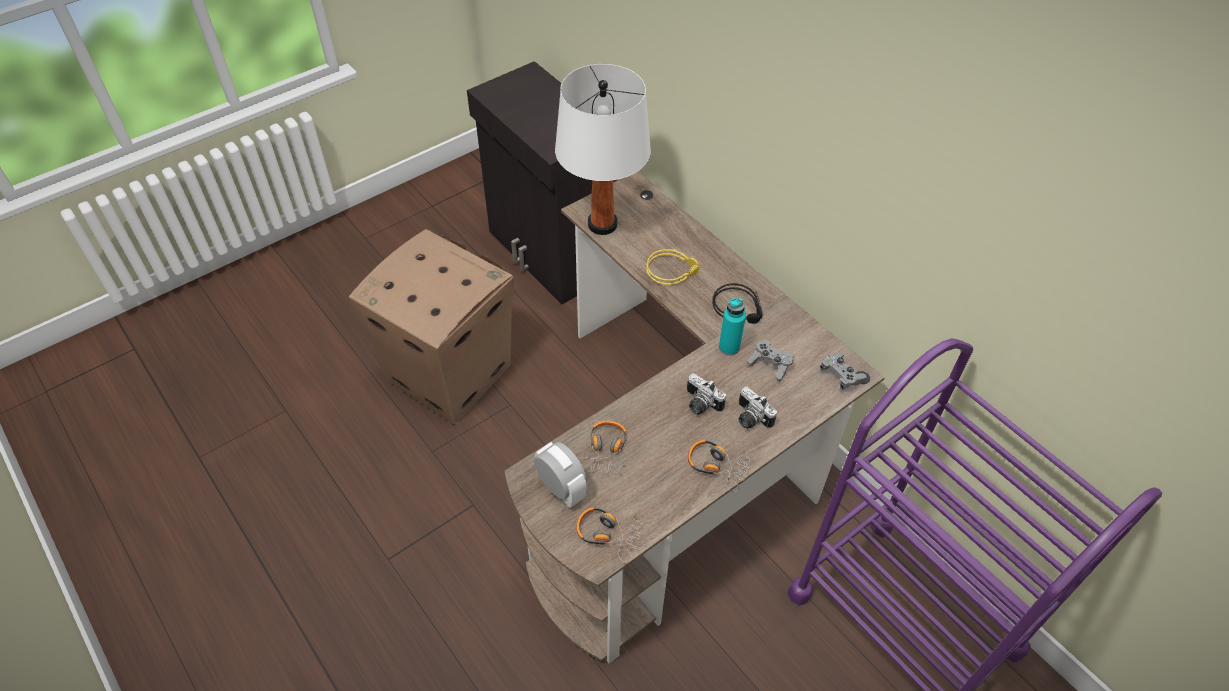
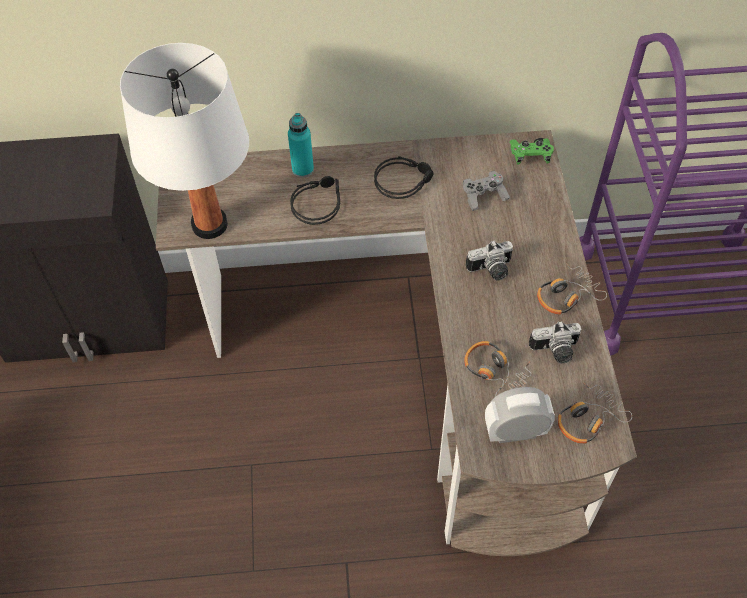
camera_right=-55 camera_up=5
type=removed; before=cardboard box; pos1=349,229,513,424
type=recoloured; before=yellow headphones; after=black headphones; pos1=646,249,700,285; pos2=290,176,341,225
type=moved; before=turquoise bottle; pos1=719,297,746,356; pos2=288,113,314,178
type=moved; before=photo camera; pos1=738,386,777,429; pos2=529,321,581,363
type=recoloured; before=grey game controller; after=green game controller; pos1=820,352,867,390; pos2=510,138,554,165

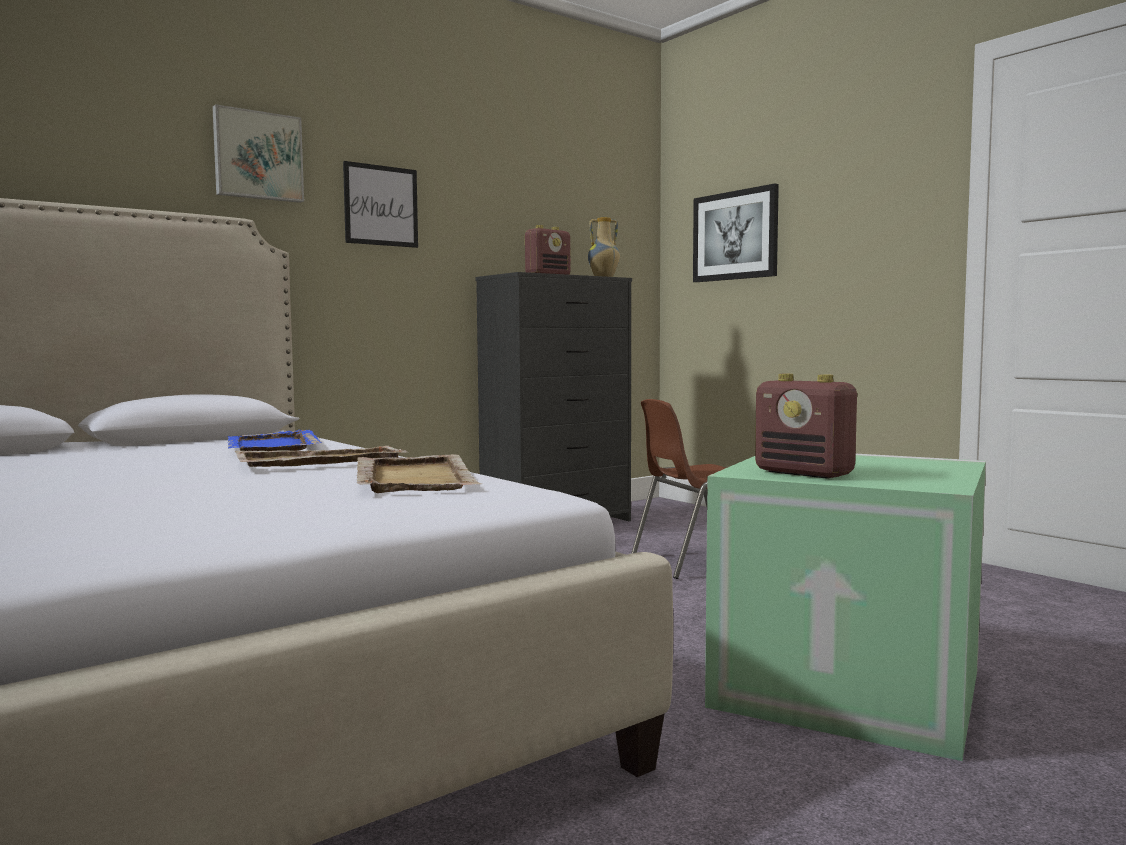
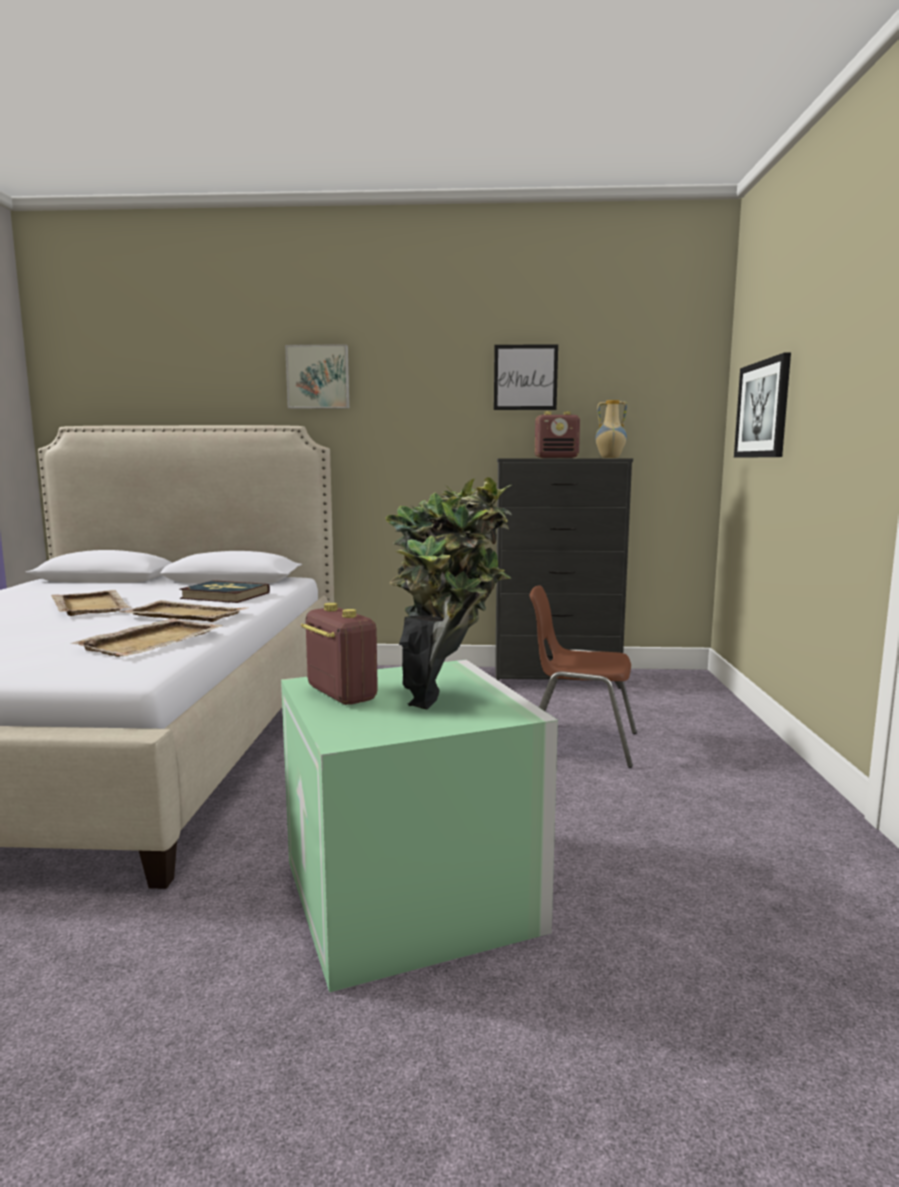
camera_right=40 camera_up=5
type=replaced; before=blue tray; after=book; pos1=228,430,322,451; pos2=179,580,270,603
type=moved; before=picture; pos1=343,161,418,248; pos2=494,344,558,410
type=turned; before=radio; pos1=755,374,857,479; pos2=301,603,378,705; turn=150
type=added; after=beige tray; pos2=51,590,132,616
type=added; after=potted plant; pos2=385,477,512,709

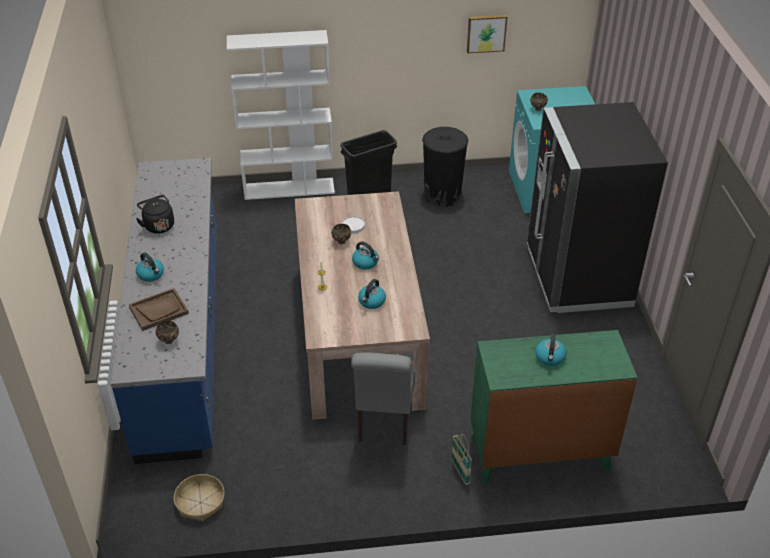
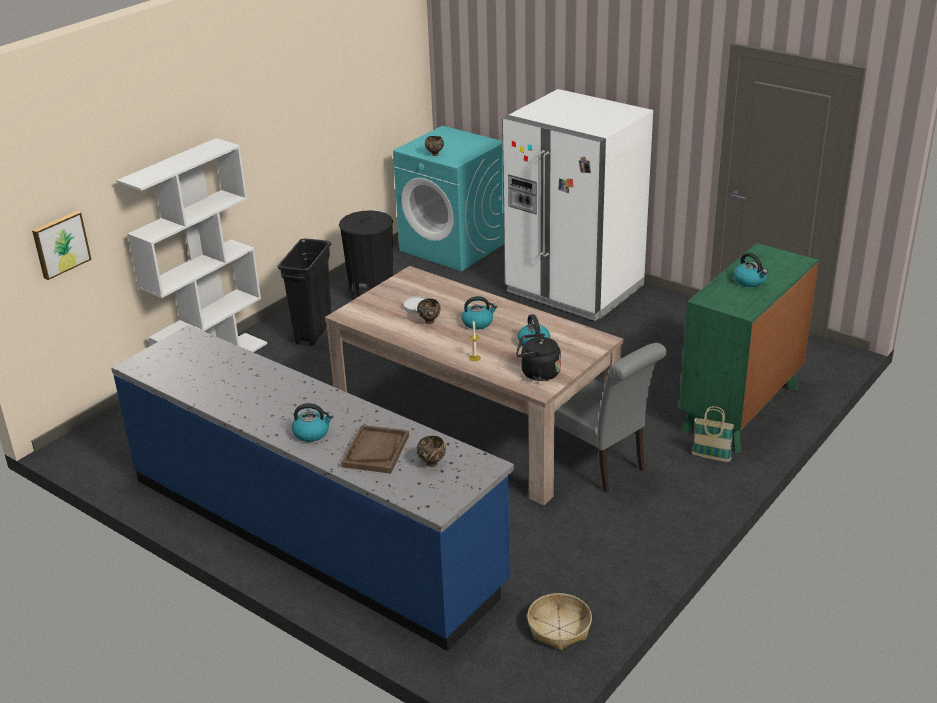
camera_right=-45 camera_up=-10
type=moved; before=black kettle; pos1=136,195,174,234; pos2=516,333,561,381
type=moved; before=picture; pos1=467,15,507,53; pos2=32,211,92,280
type=recoloured; before=black fridge; after=white fridge; pos1=527,102,668,313; pos2=502,89,653,321

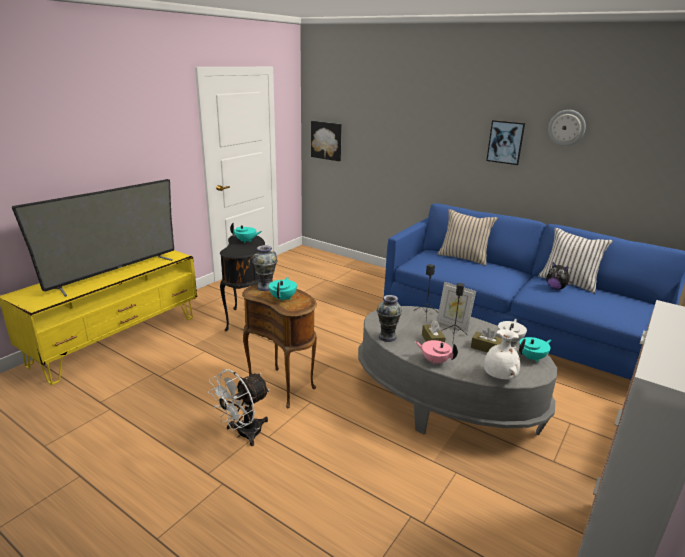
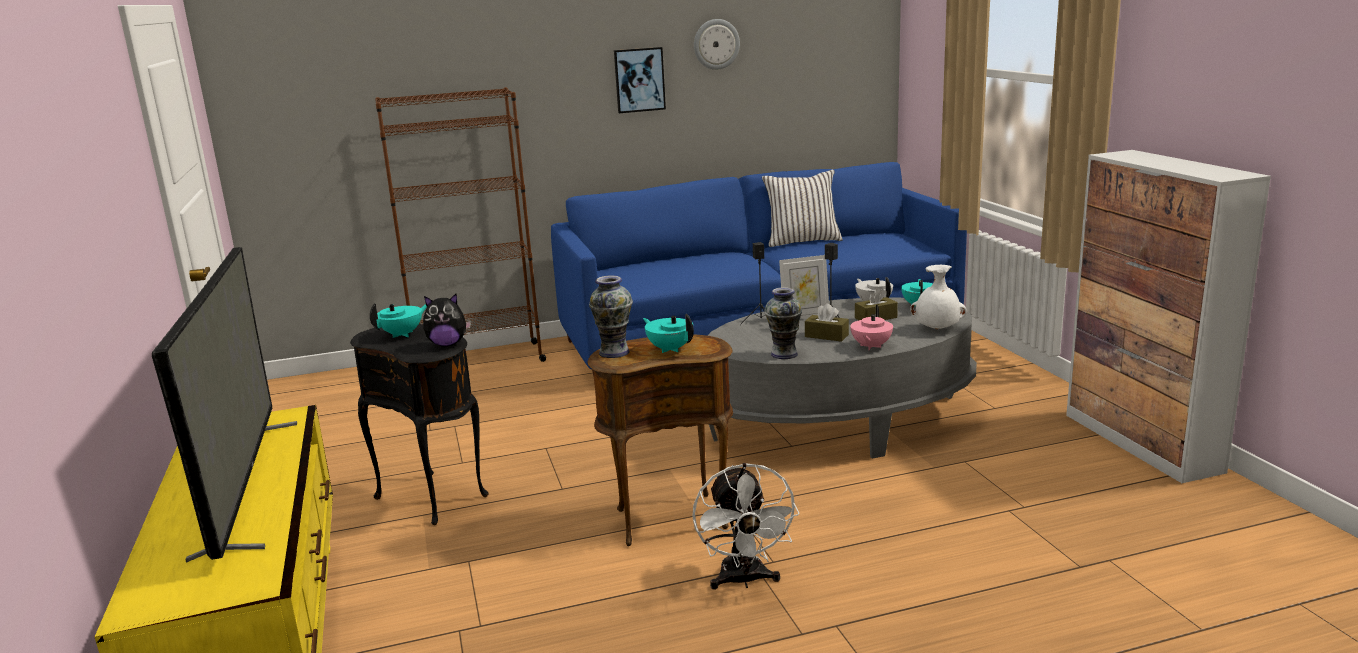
camera_right=-50 camera_up=-5
type=removed; before=picture; pos1=311,121,342,161
type=turned; before=pink teapot; pos1=415,340,458,365; pos2=850,305,893,350; turn=-45
type=removed; before=beige pillow; pos1=438,209,498,266
type=moved; before=plush toy; pos1=546,262,572,290; pos2=423,294,471,346
type=added; after=brown bookcase; pos2=375,87,546,362

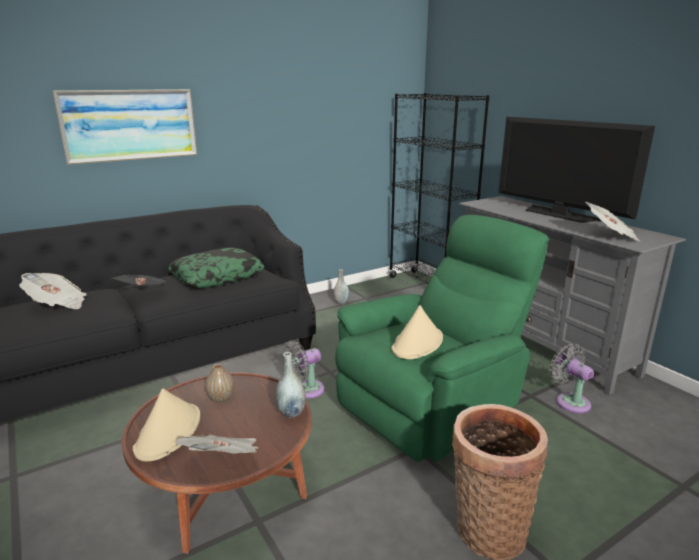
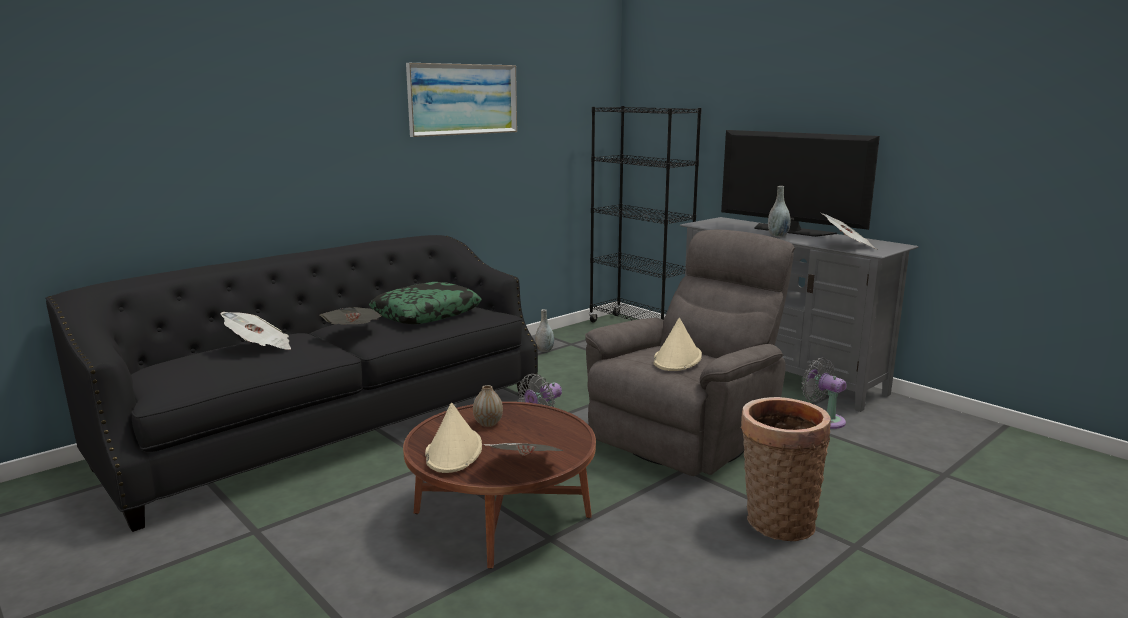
camera_right=-10 camera_up=-5
type=moved; before=picture; pos1=53,89,197,165; pos2=406,63,517,137
type=moved; before=grey vase; pos1=276,352,306,418; pos2=768,186,791,237
type=recoloured; before=green armchair; after=grey armchair; pos1=335,215,550,462; pos2=585,230,795,476

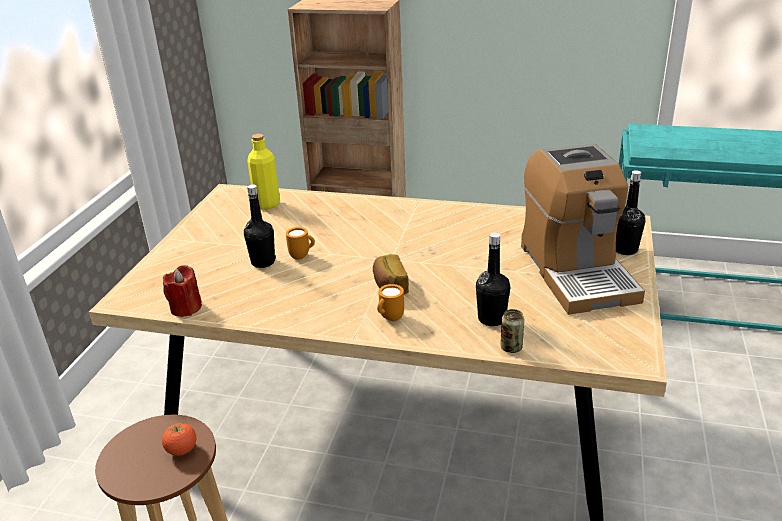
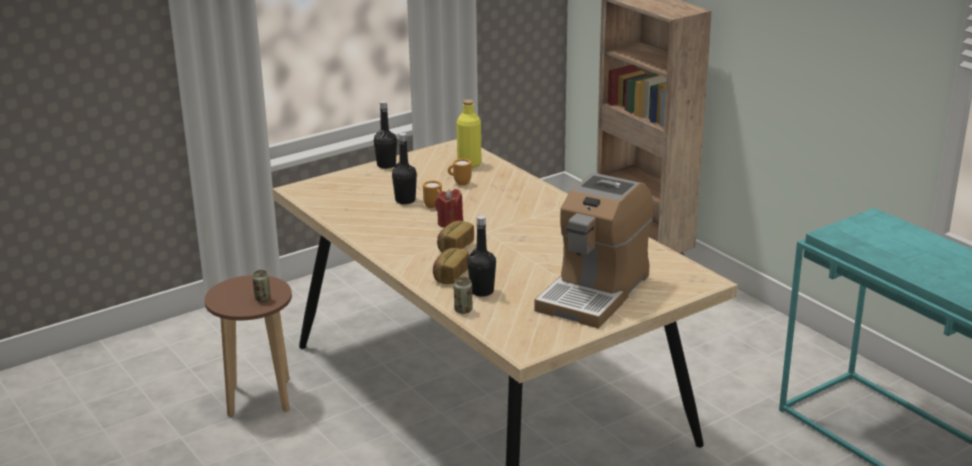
camera_right=40 camera_up=-5
type=replaced; before=tomato; after=can; pos1=162,423,196,456; pos2=252,270,271,302
type=moved; before=red candle; pos1=163,265,202,317; pos2=435,189,463,228
type=moved; before=orange mug; pos1=377,284,404,321; pos2=448,159,471,185
type=moved; before=black bottle; pos1=616,170,645,255; pos2=374,101,397,169
type=added; after=bread; pos2=433,248,469,284

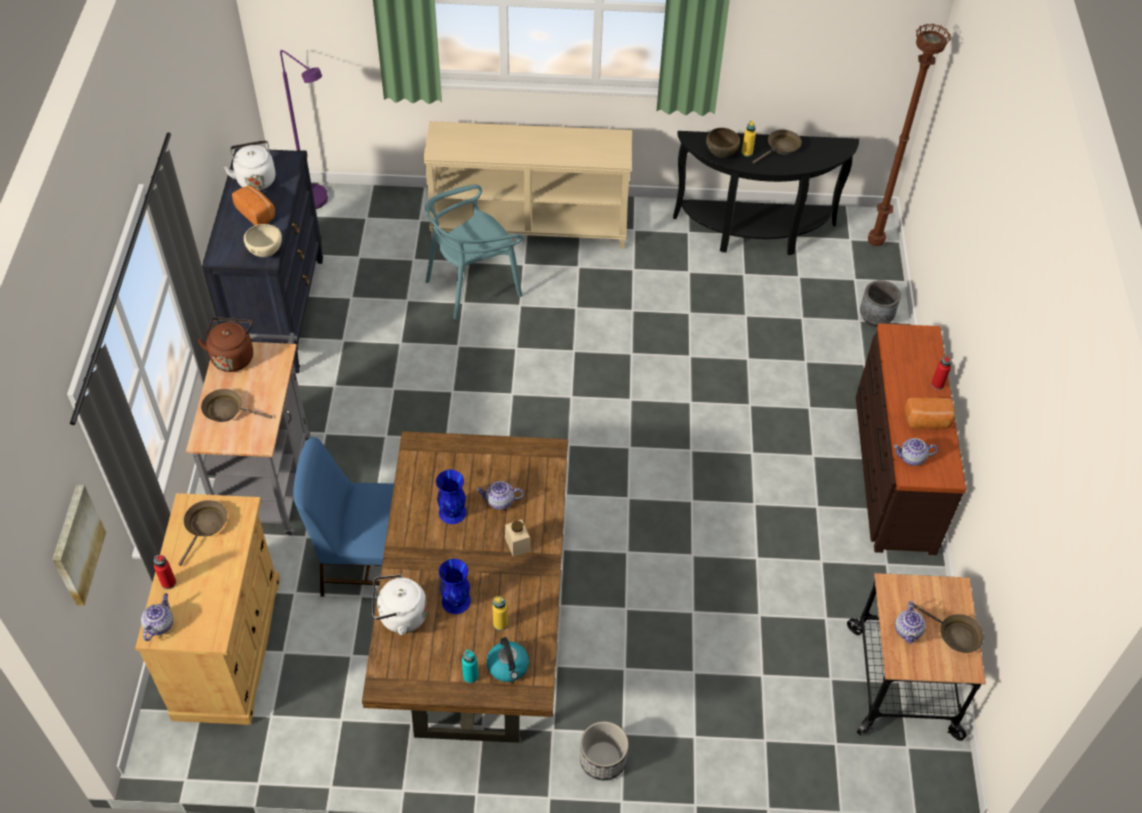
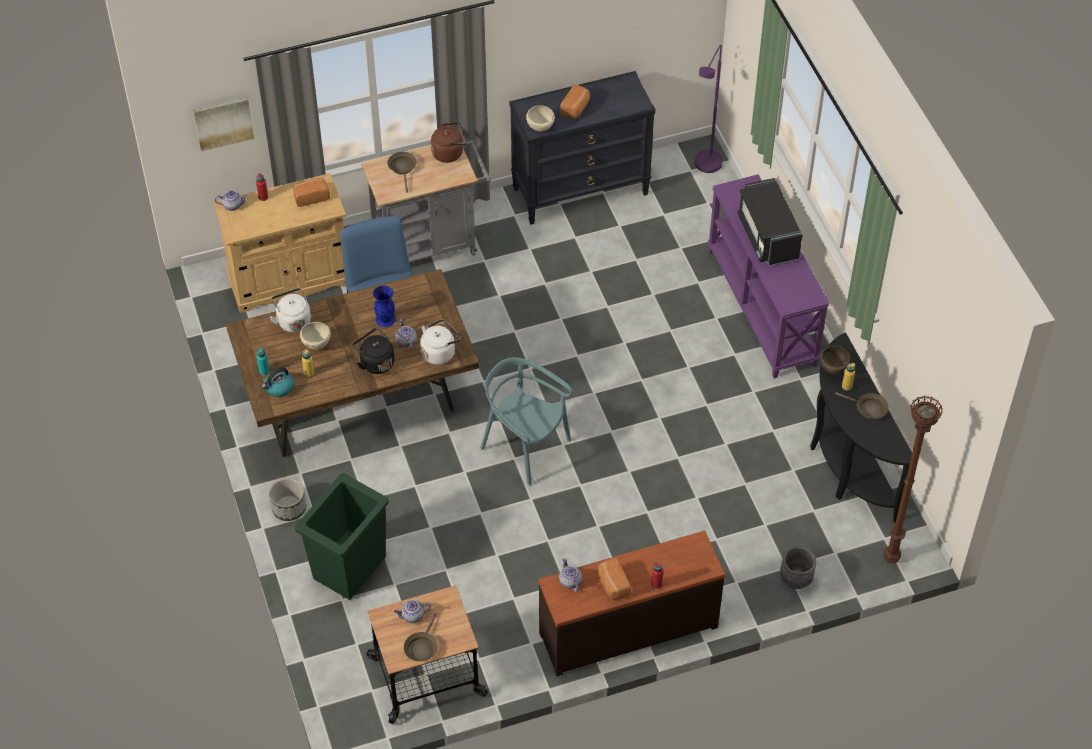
camera_right=70 camera_up=0
type=replaced; before=brown frying pan; after=bread; pos1=178,500,227,566; pos2=293,178,330,207
type=moved; before=white kettle; pos1=224,140,275,191; pos2=420,319,461,365
type=recoloured; before=beige console table; after=purple console table; pos1=423,121,632,249; pos2=707,174,830,378
type=moved; before=turquoise chair; pos1=425,184,523,319; pos2=481,357,573,486
type=replaced; before=blue vase; after=beige bowl; pos1=439,559,471,614; pos2=300,322,331,350
type=replaced; before=beige jar; after=black kettle; pos1=505,519,531,557; pos2=352,328,394,374
type=added; after=green trash can; pos2=295,473,389,600
type=added; after=black microwave; pos2=737,178,802,266

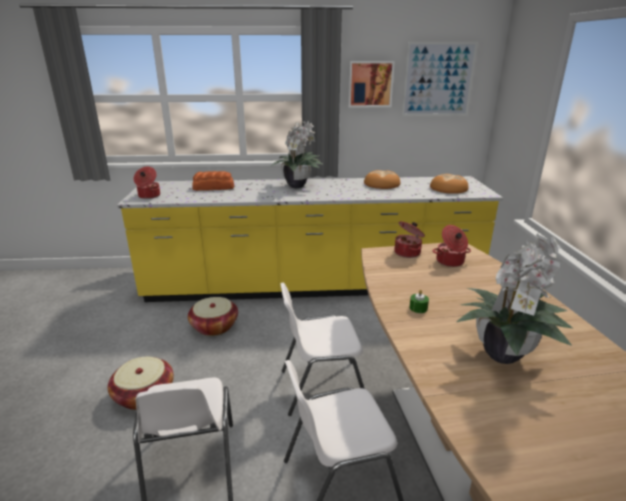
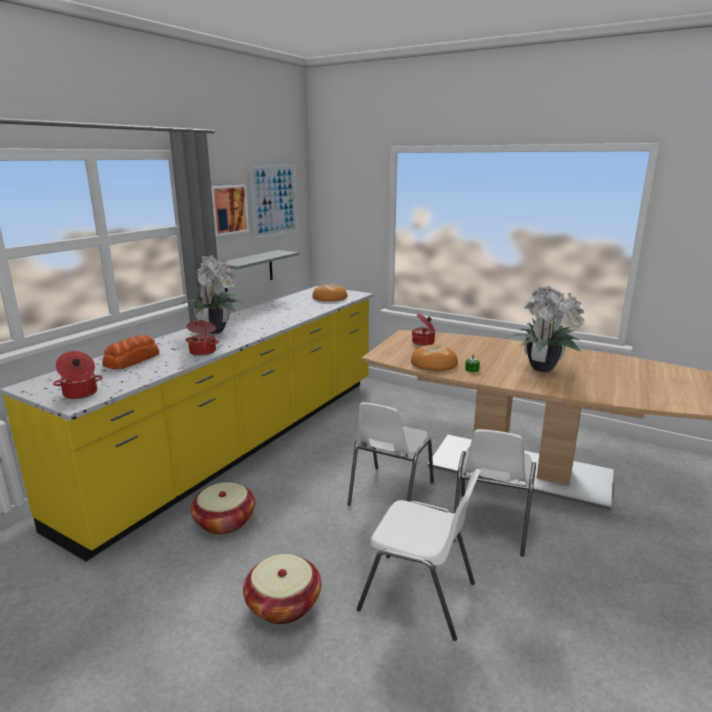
camera_right=-55 camera_up=-5
type=moved; before=bread; pos1=364,170,400,189; pos2=411,345,458,371
type=moved; before=cooking pot; pos1=394,221,425,258; pos2=185,320,219,356
type=added; after=grey shelf; pos2=219,250,299,291

